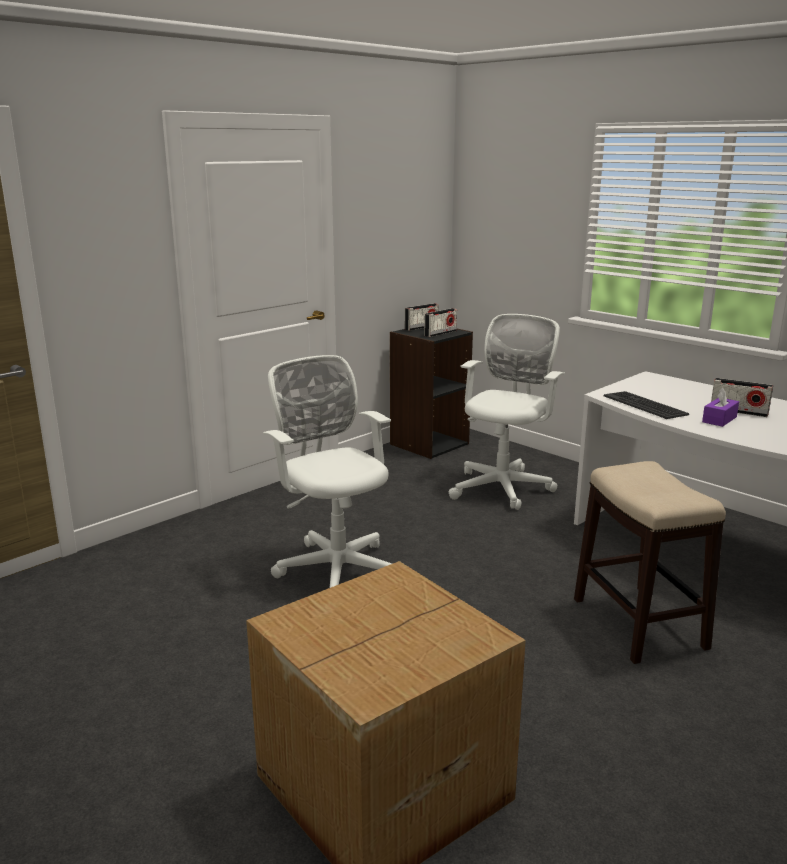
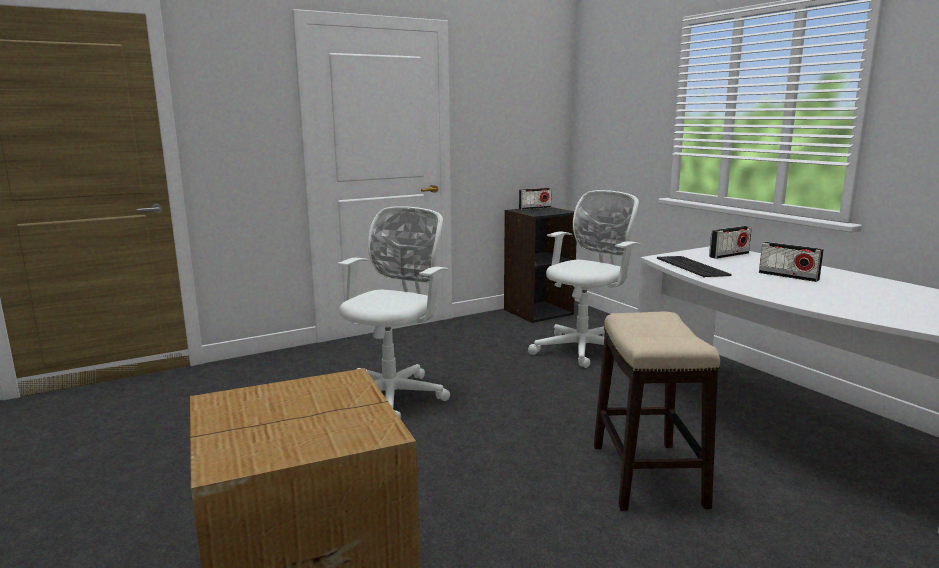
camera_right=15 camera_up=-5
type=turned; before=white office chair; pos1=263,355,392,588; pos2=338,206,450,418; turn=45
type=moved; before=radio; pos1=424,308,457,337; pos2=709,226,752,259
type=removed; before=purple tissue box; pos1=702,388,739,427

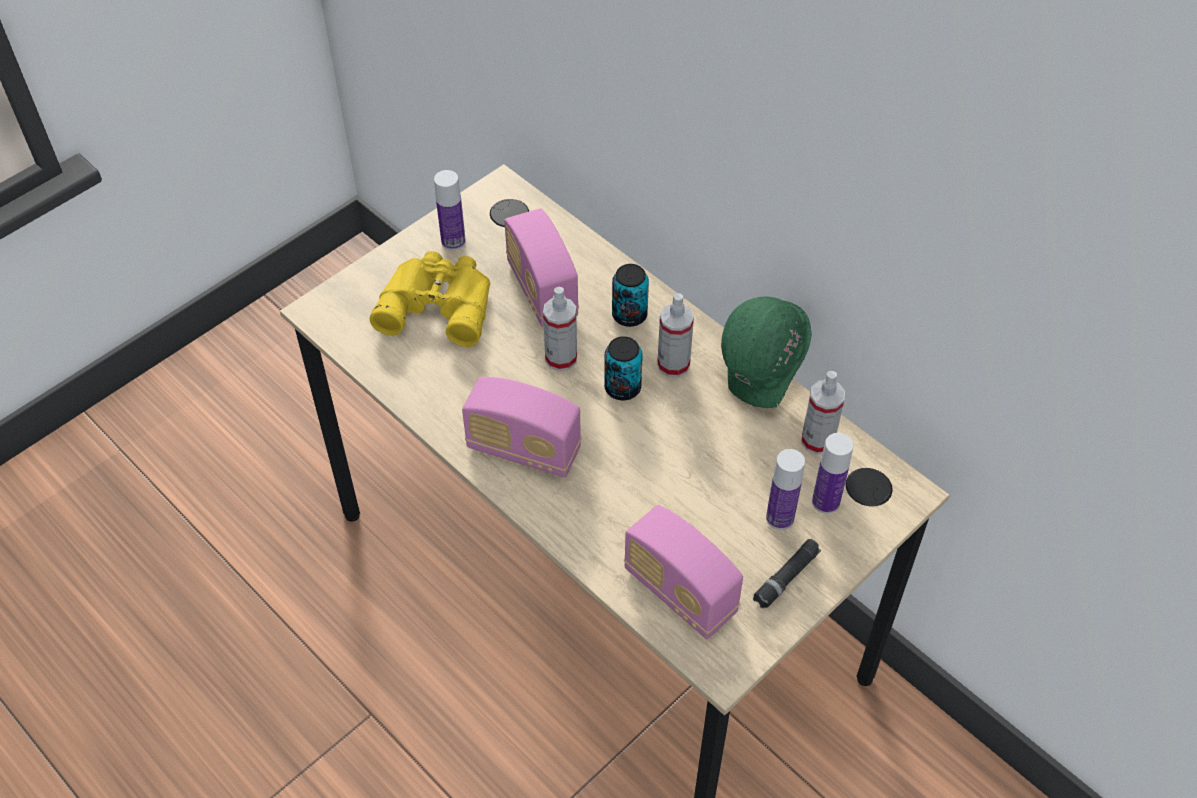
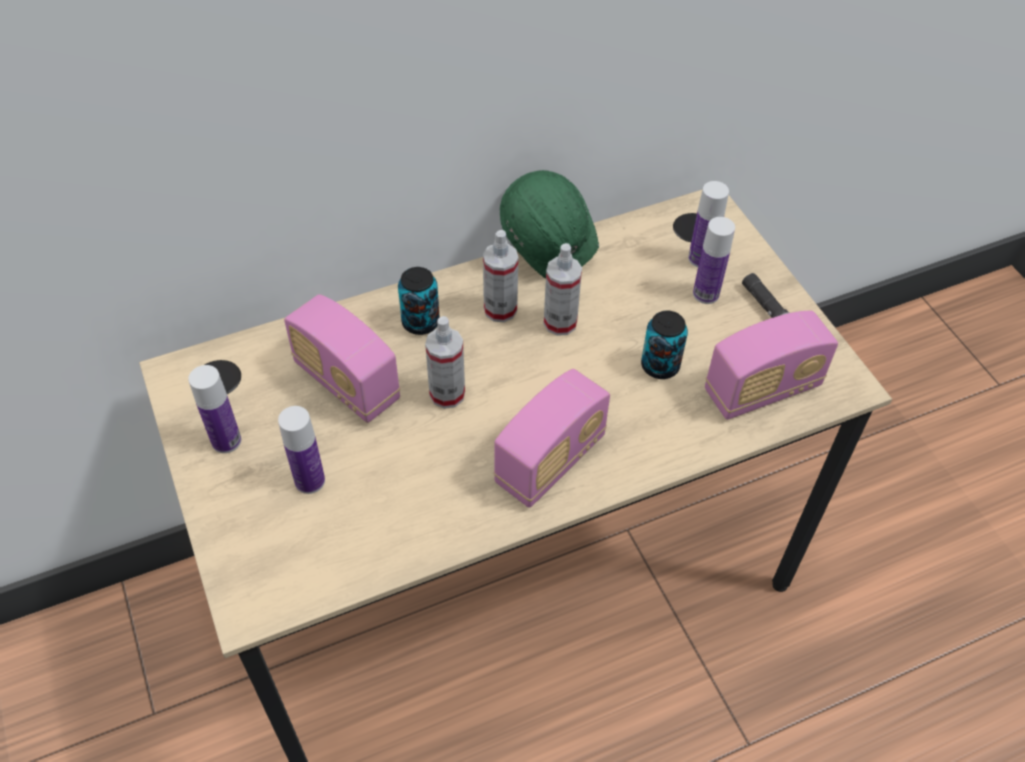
camera_right=-70 camera_up=0
type=replaced; before=yellow binoculars; after=bottle; pos1=370,251,491,347; pos2=278,406,325,494
type=turned; before=radio; pos1=504,208,579,327; pos2=284,294,400,423; turn=45
type=moved; before=can; pos1=604,336,643,400; pos2=641,311,688,379
type=moved; before=spray bottle; pos1=801,371,845,455; pos2=544,243,582,336

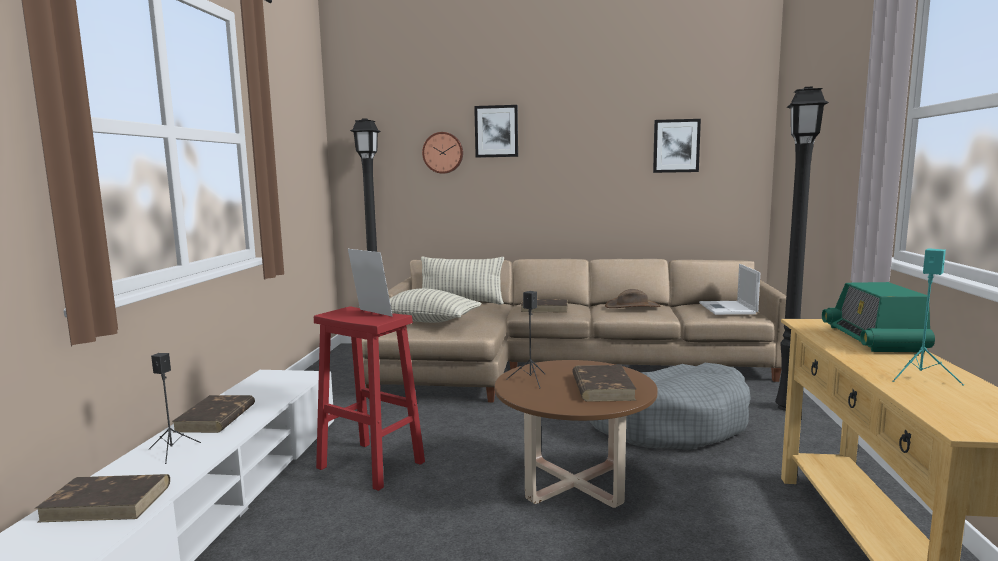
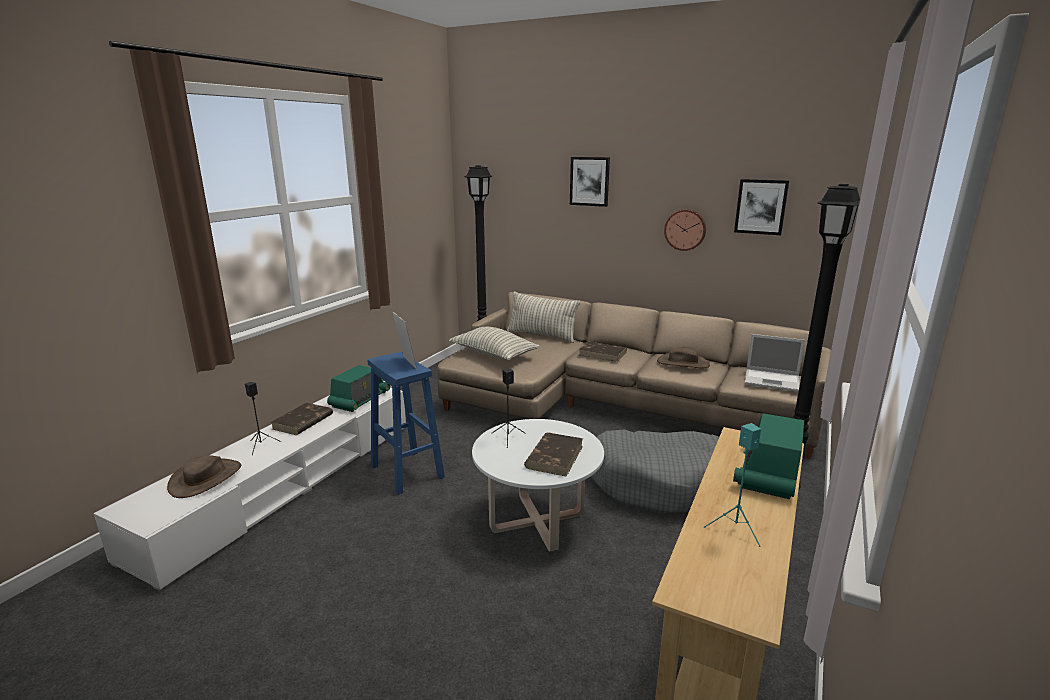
camera_right=20 camera_up=10
type=replaced; before=brown book; after=brown hat; pos1=35,474,170,523; pos2=167,456,241,498
type=recoloured; before=red stool; after=blue stool; pos1=314,307,425,491; pos2=368,352,445,495
type=moved; before=wall clock; pos1=422,132,463,174; pos2=664,209,706,251
type=recoloured; before=brown coffee table; after=white coffee table; pos1=495,360,658,508; pos2=472,419,604,552
type=turned; before=laptop; pos1=699,264,760,315; pos2=745,334,805,392; turn=-90
type=added; after=radio; pos2=327,365,390,412

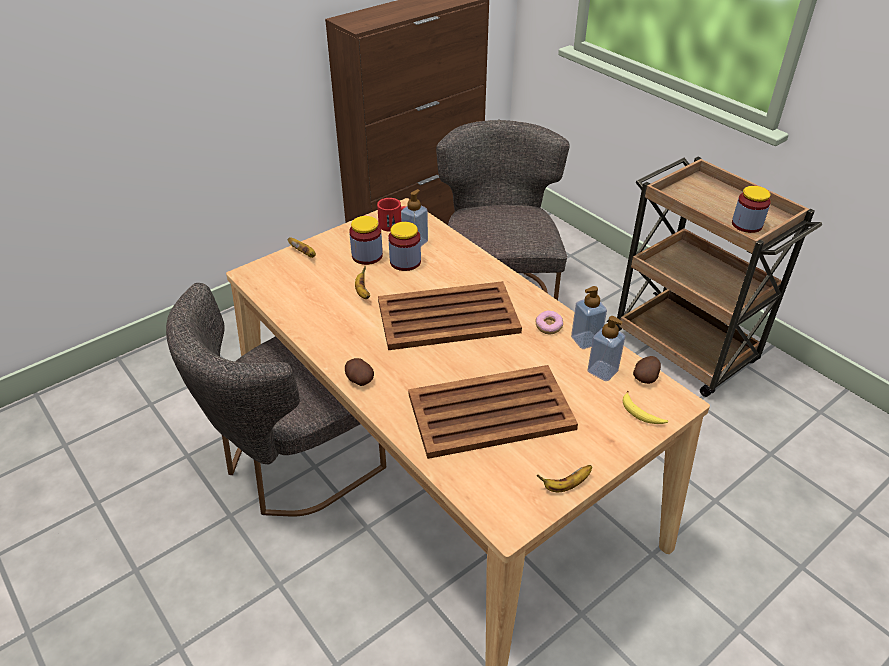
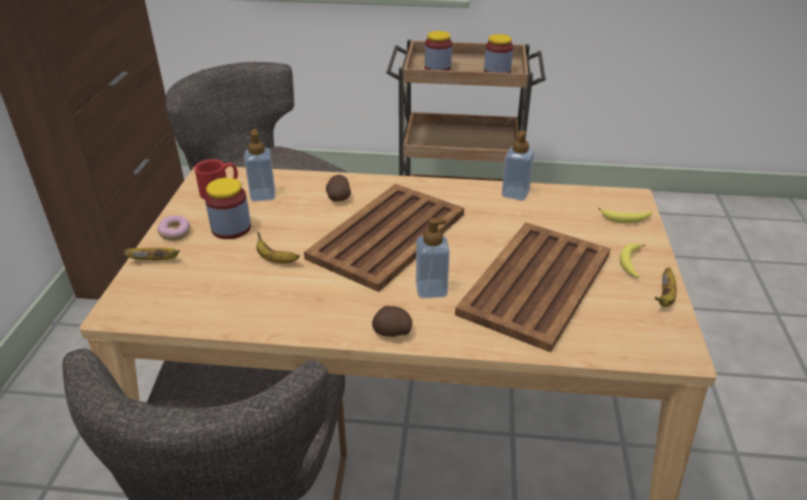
camera_right=-45 camera_up=-5
type=moved; before=jar; pos1=389,222,421,271; pos2=425,31,452,70
type=moved; before=donut; pos1=536,310,563,334; pos2=157,215,190,241
type=moved; before=soap dispenser; pos1=587,316,625,381; pos2=416,218,450,298
type=moved; before=potato; pos1=633,356,661,384; pos2=326,175,351,202
type=added; after=banana; pos2=620,243,645,278

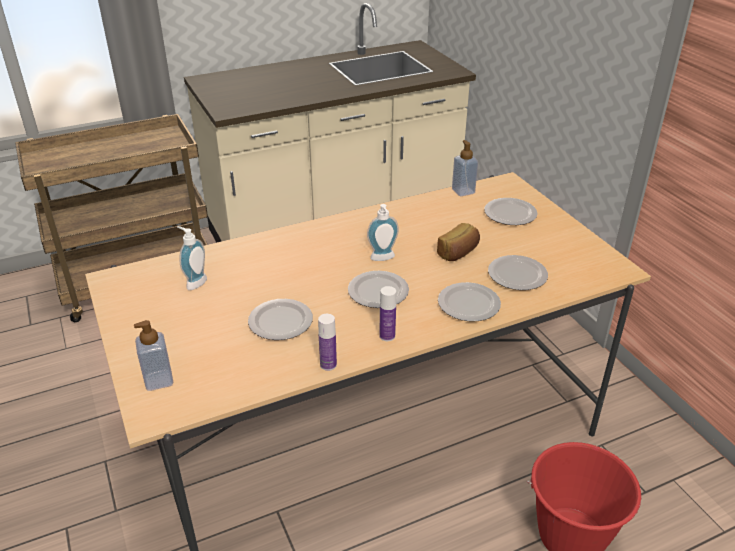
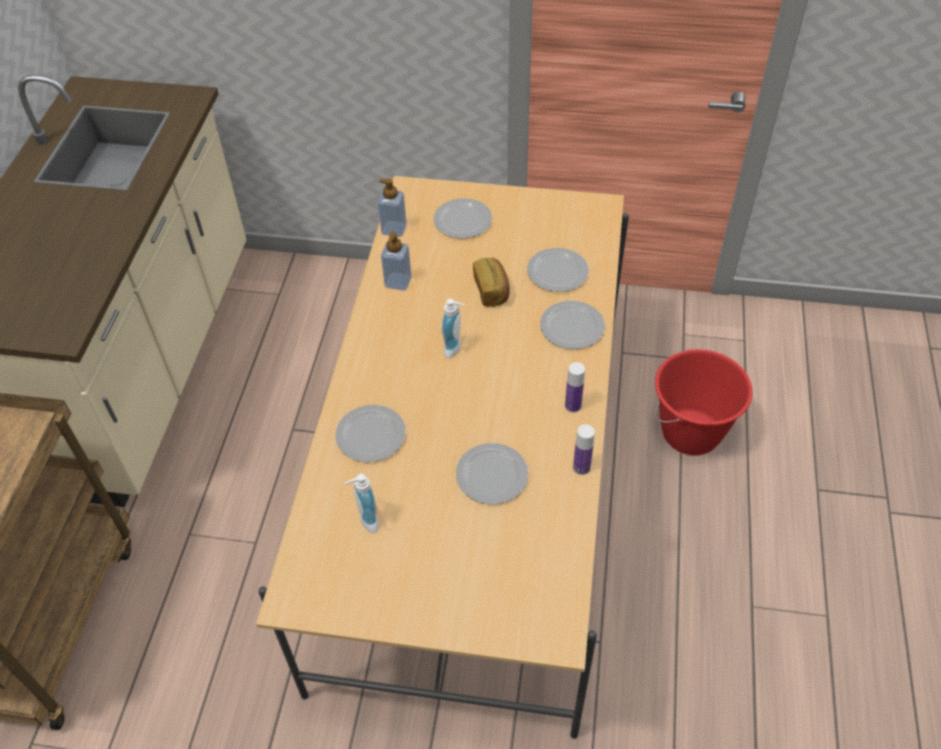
camera_right=-55 camera_up=15
type=moved; before=soap dispenser; pos1=134,320,174,391; pos2=381,232,412,291
type=moved; before=plate; pos1=348,271,409,308; pos2=335,405,406,462

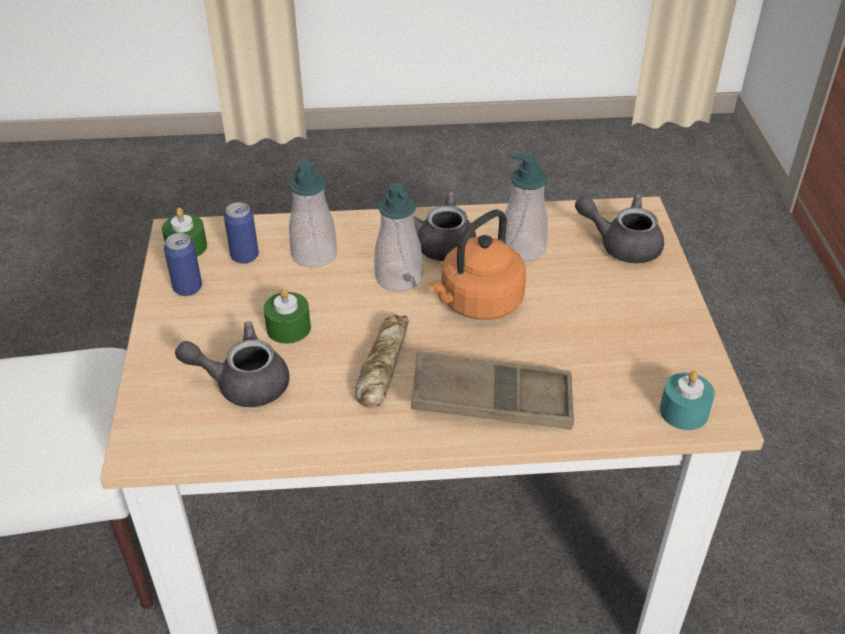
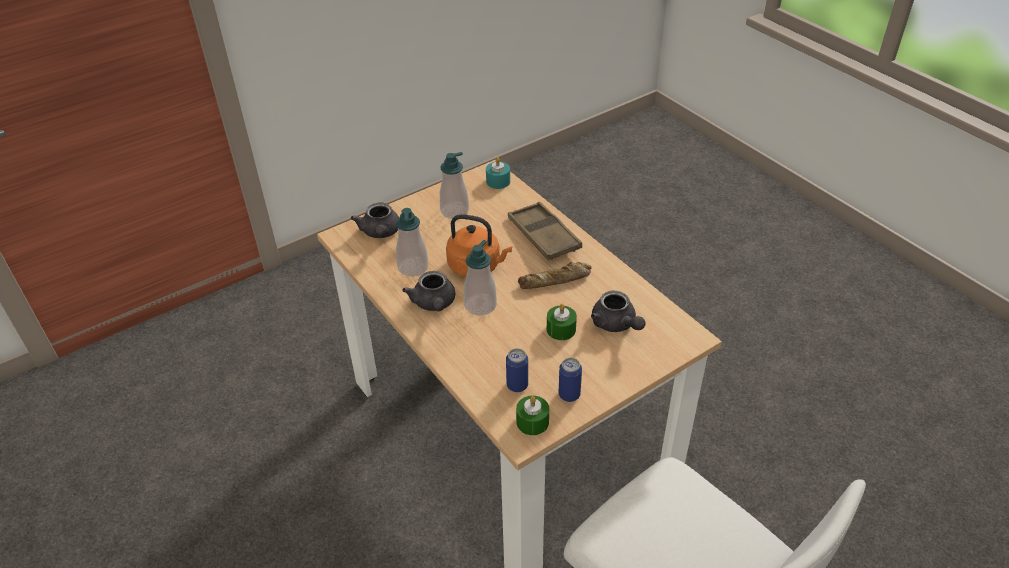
camera_right=-120 camera_up=0
type=moved; before=soap dispenser; pos1=289,160,337,268; pos2=440,152,469,219

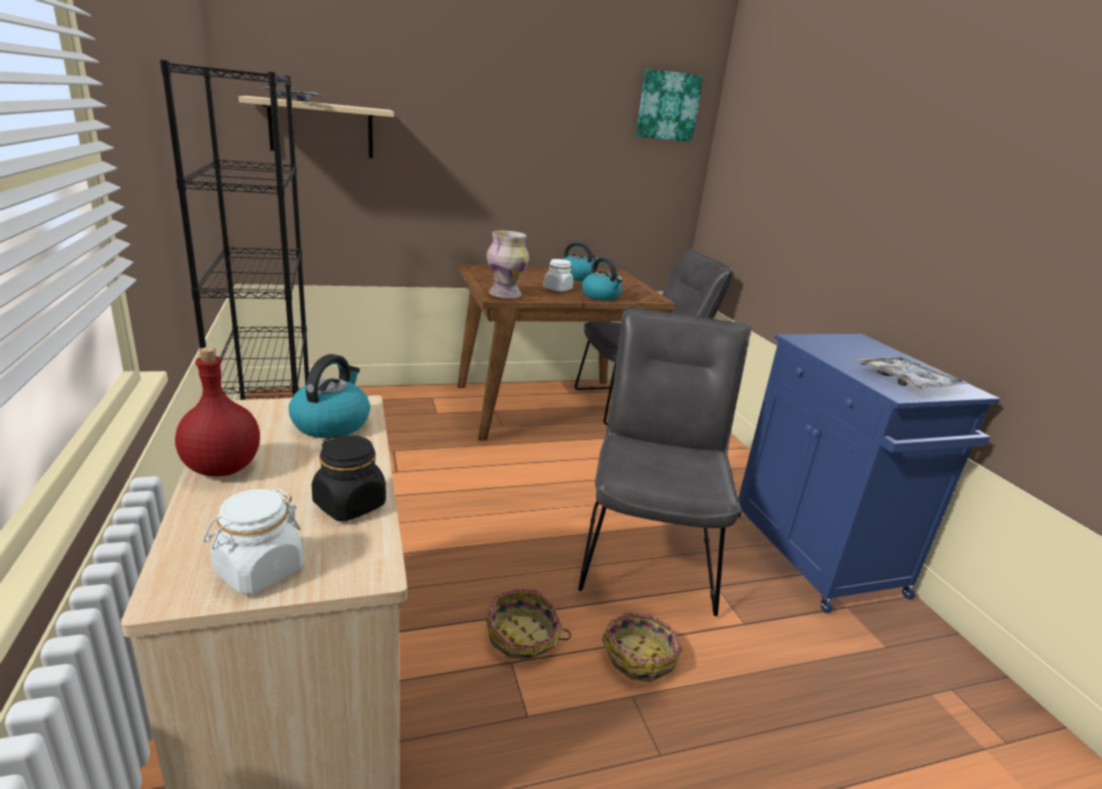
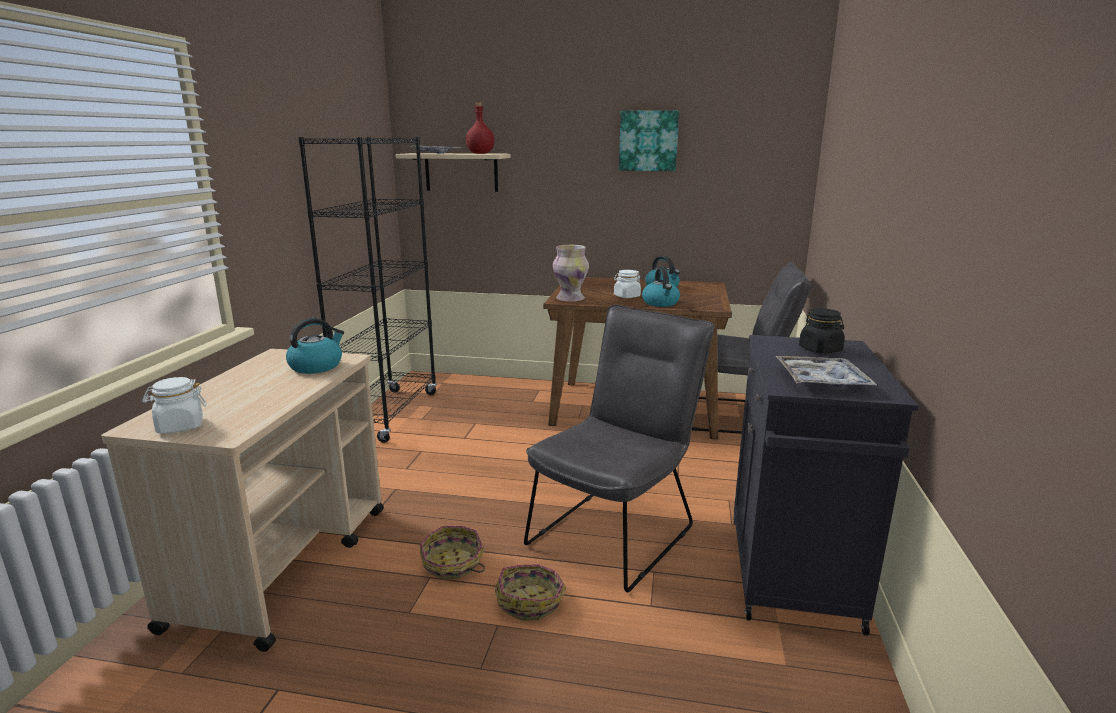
camera_right=30 camera_up=-5
type=moved; before=red bottle; pos1=175,347,260,477; pos2=466,102,494,154
type=moved; before=black jar; pos1=312,435,386,521; pos2=799,308,845,353
type=moved; before=picture; pos1=636,69,703,142; pos2=619,110,679,171
type=recoloured; before=blue cabinet; after=black cabinet; pos1=737,334,1000,613; pos2=734,335,919,636

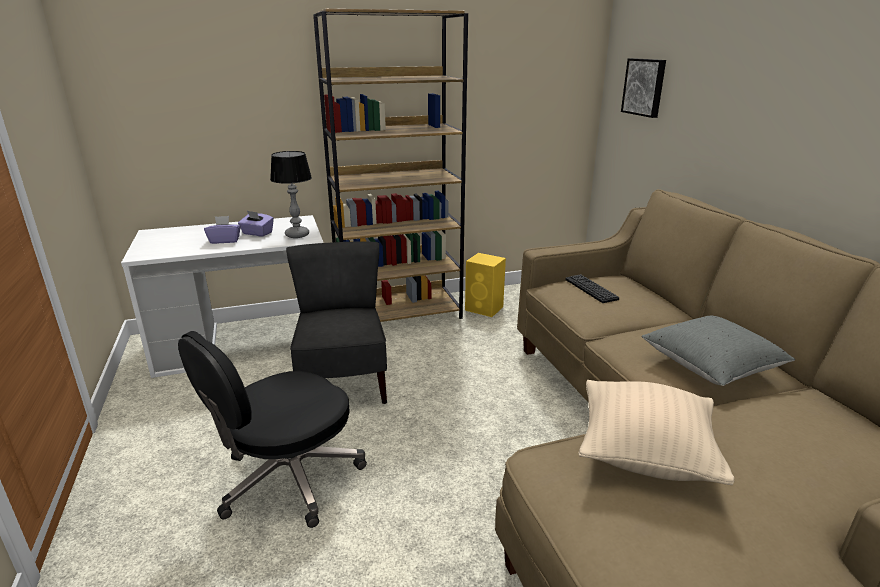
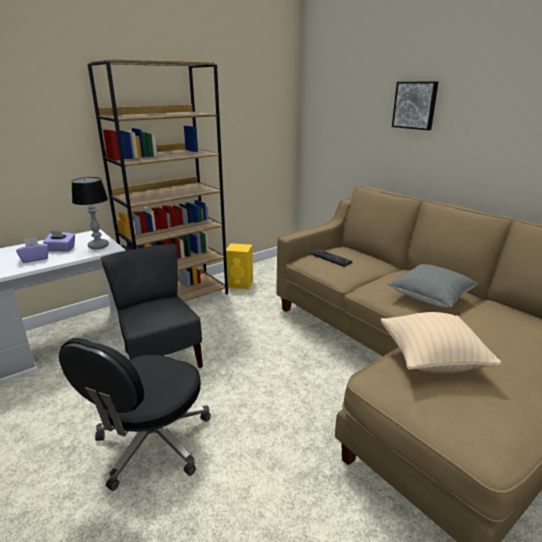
camera_right=-20 camera_up=0
type=moved; before=picture; pos1=621,58,666,118; pos2=392,82,438,130

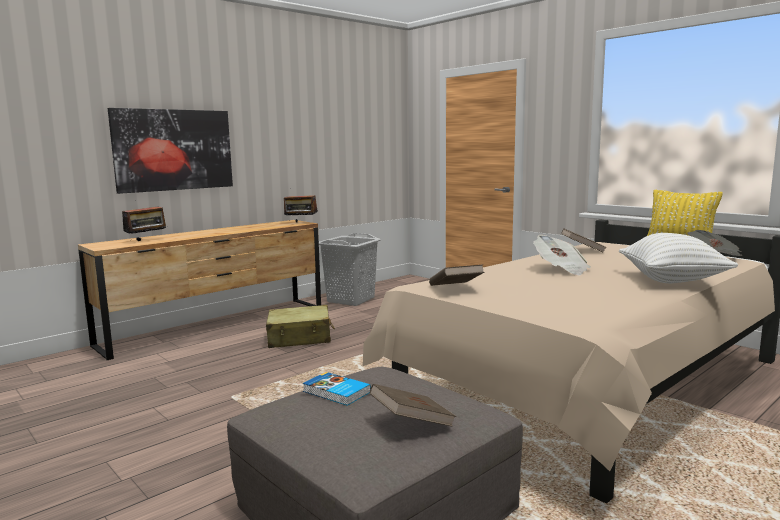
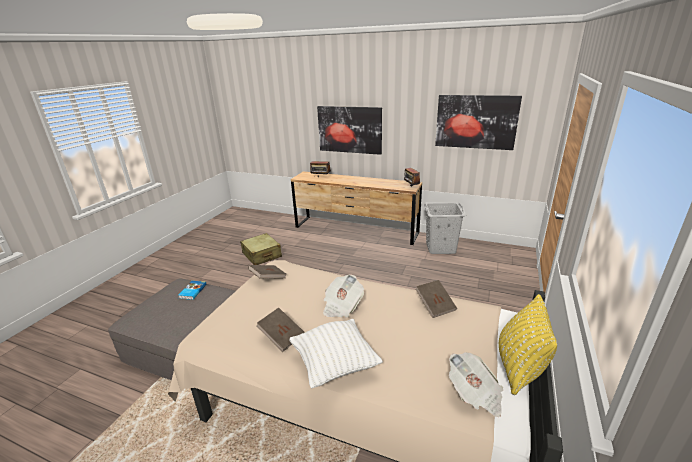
camera_right=65 camera_up=15
type=moved; before=beige suitcase; pos1=266,305,335,348; pos2=240,233,282,265
type=moved; before=brown book; pos1=370,384,456,427; pos2=256,308,305,352
type=added; after=picture; pos2=435,95,522,150

